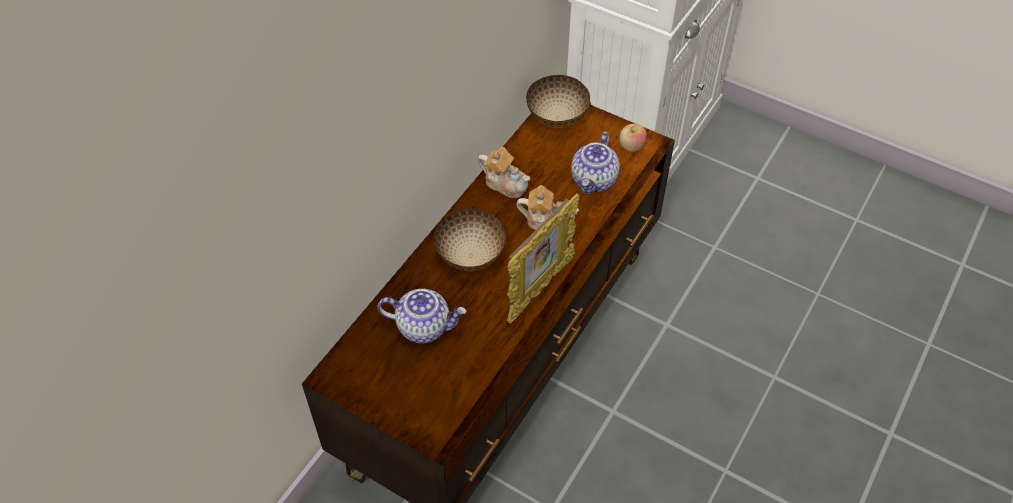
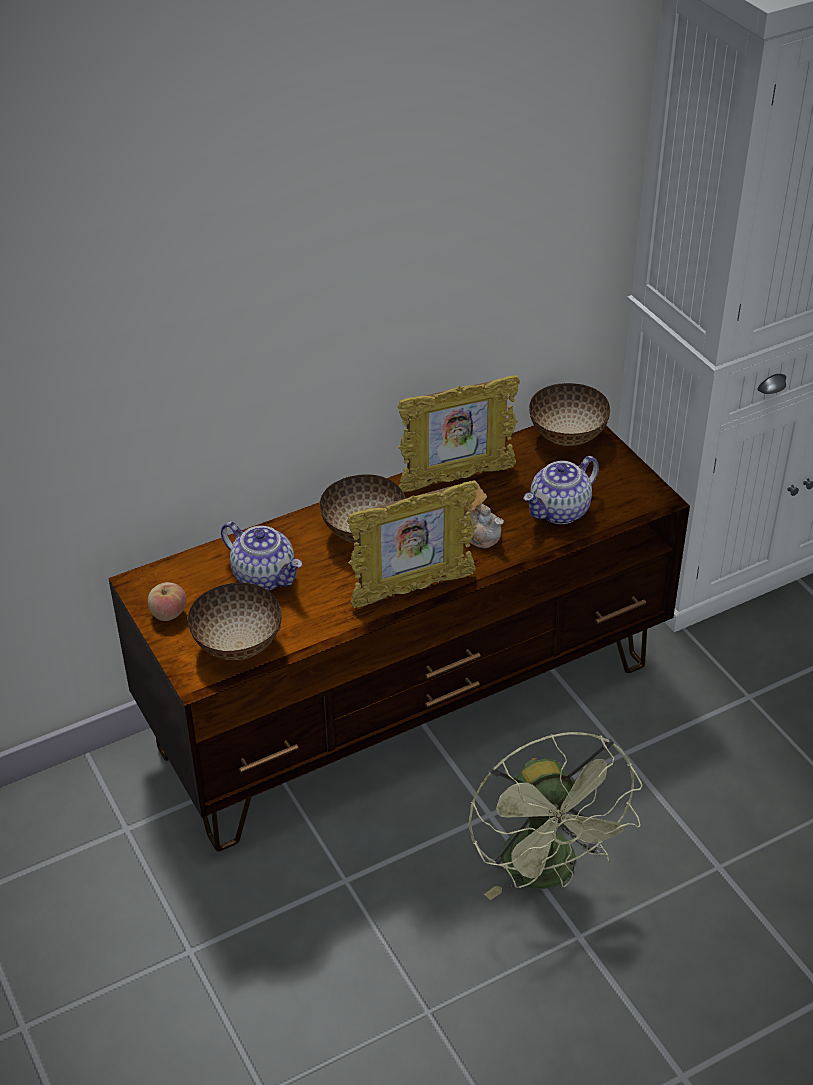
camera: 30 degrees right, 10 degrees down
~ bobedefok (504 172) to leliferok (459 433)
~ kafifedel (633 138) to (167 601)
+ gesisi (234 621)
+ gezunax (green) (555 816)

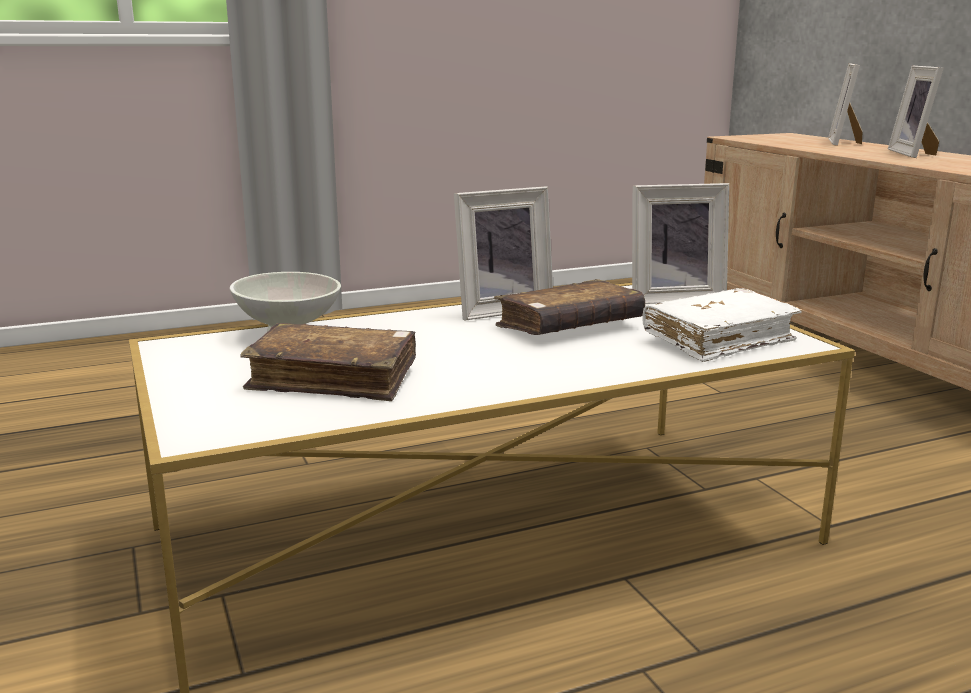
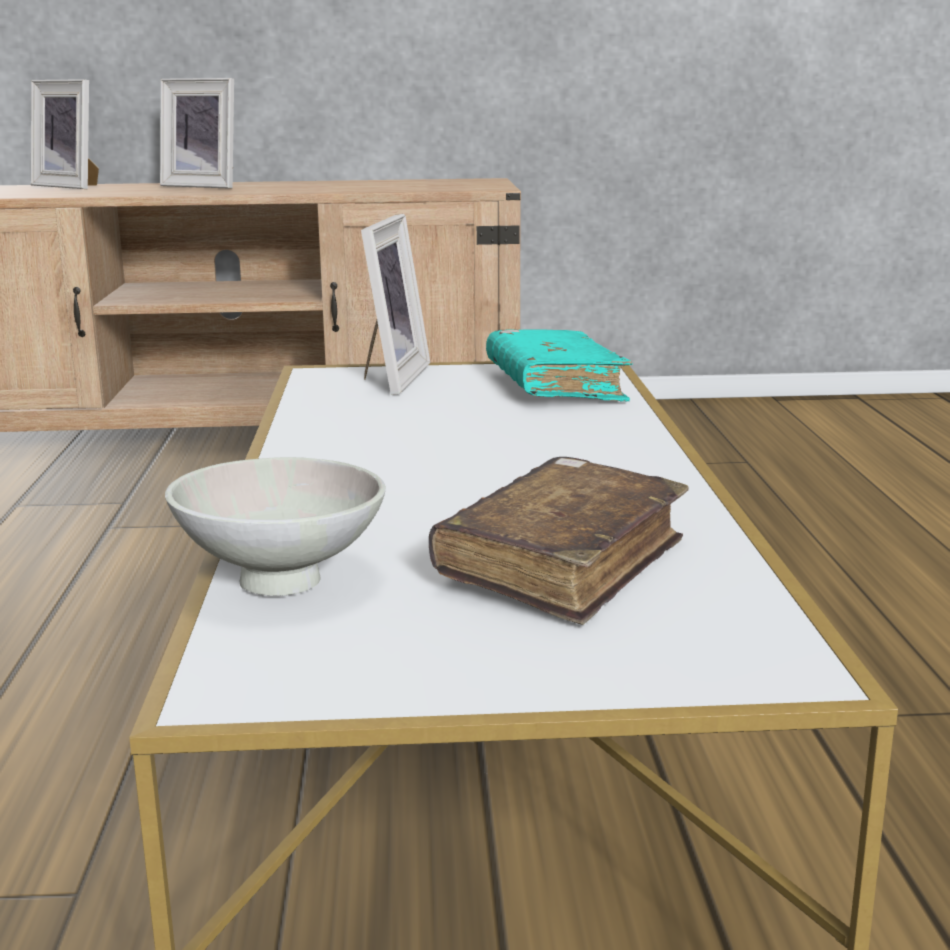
camera: 70 degrees left, 0 degrees up
- leliferok (503 253)
- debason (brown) (569 307)
~ debason (white) (722 325) to debason (turquoise) (559 365)

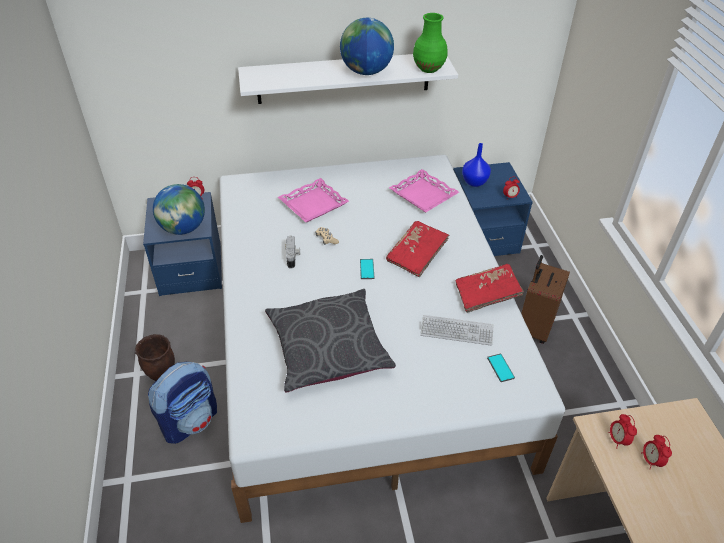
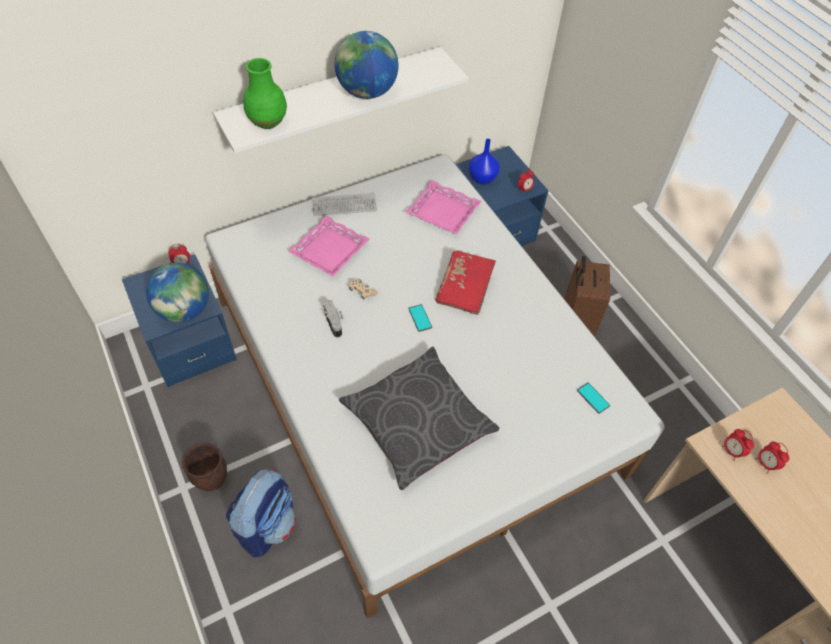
camera: 20 degrees left, 10 degrees up
~ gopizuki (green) (430 43) to (265 93)
~ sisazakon (457 330) to (344 204)
- debason (red) (490 288)

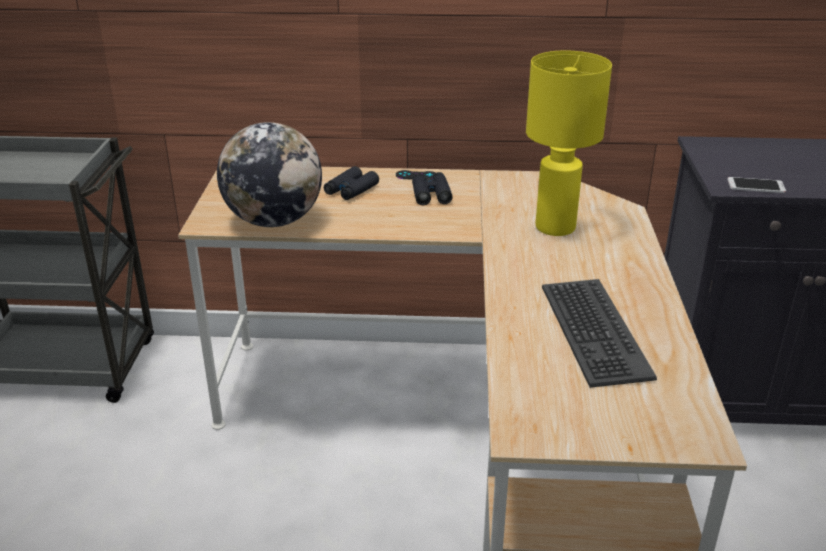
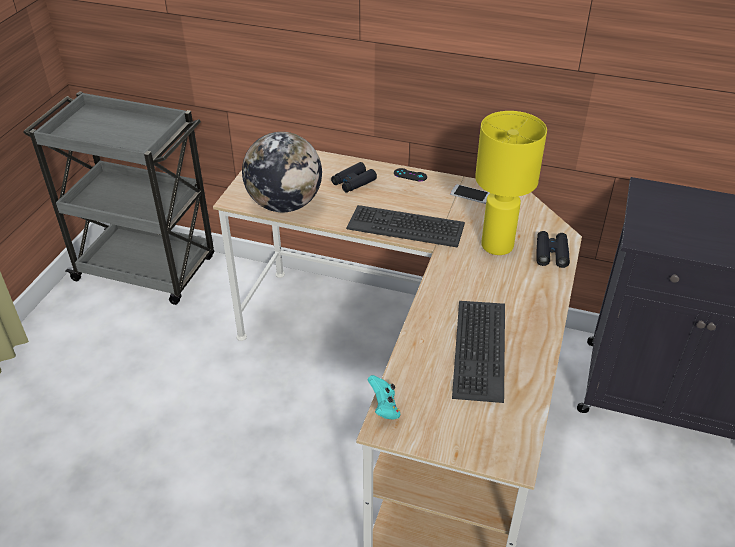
camera: 15 degrees right, 10 degrees up
~ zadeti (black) (432 188) to (553 249)
~ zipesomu (756 185) to (470 194)
+ sisazakon (405 226)
+ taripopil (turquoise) (384 397)

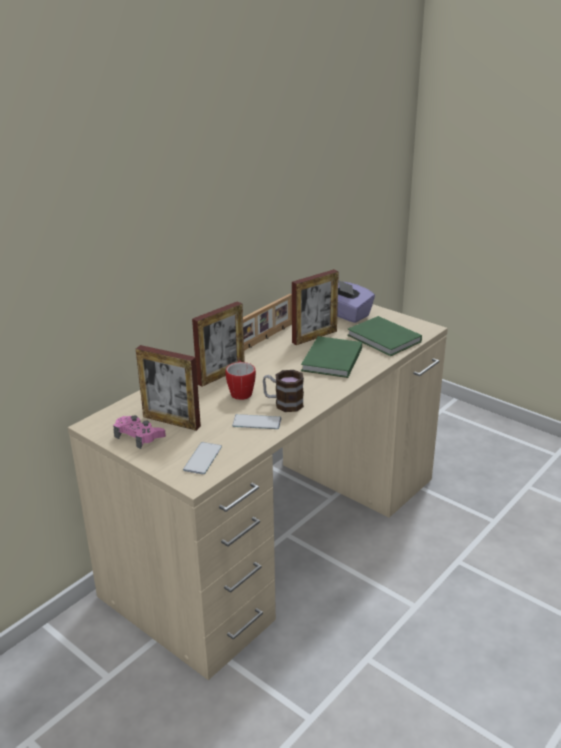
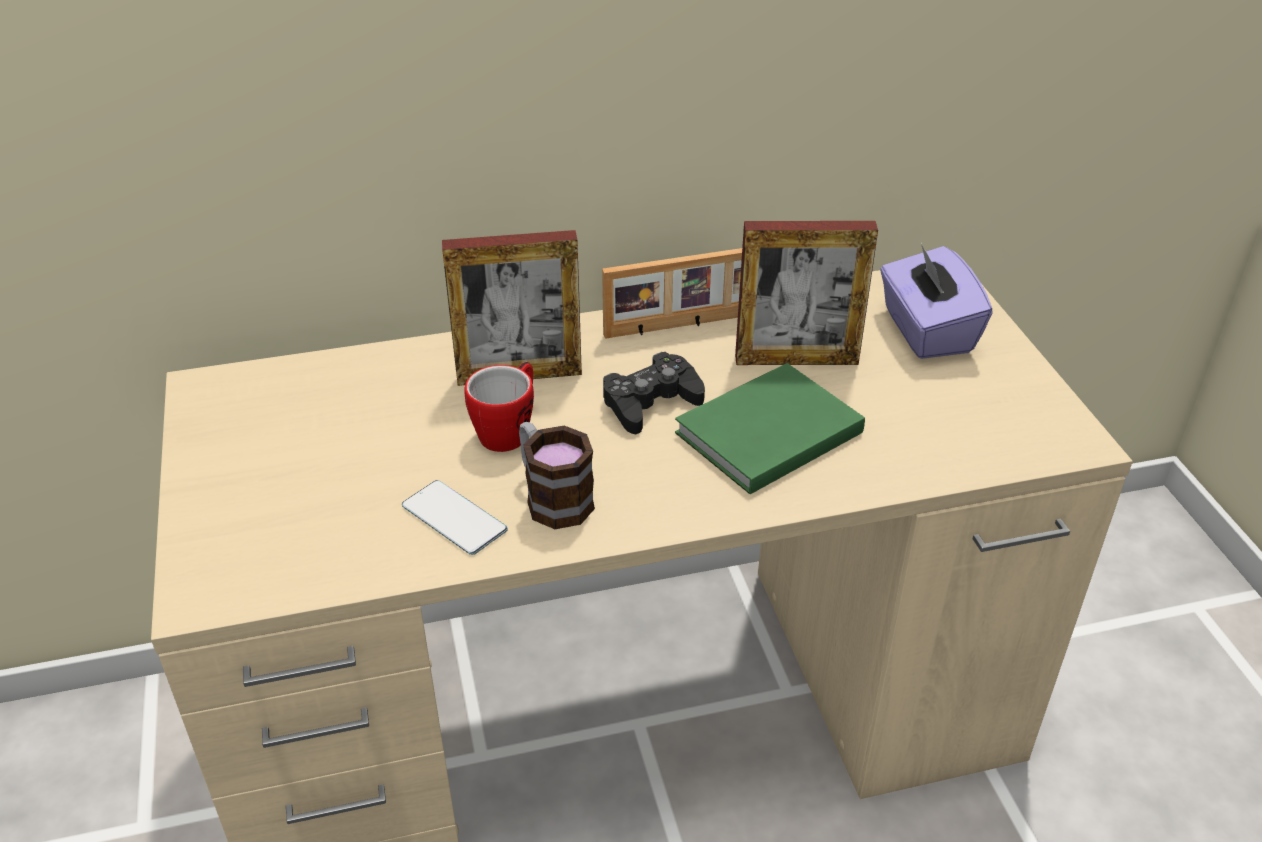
camera: 35 degrees right, 10 degrees up
- taripopil (pink) (139 432)
- leliferok (168 388)
- zipesomu (202 458)
- debason (green) (384 336)
+ taripopil (black) (654 393)

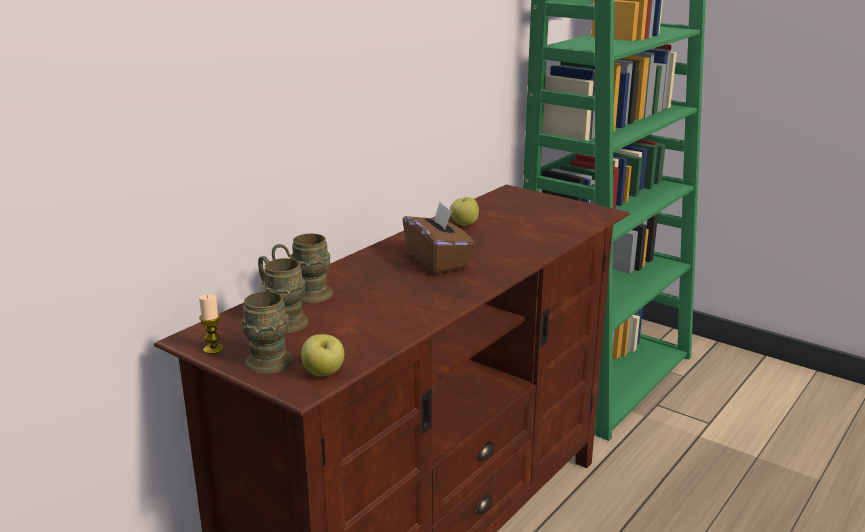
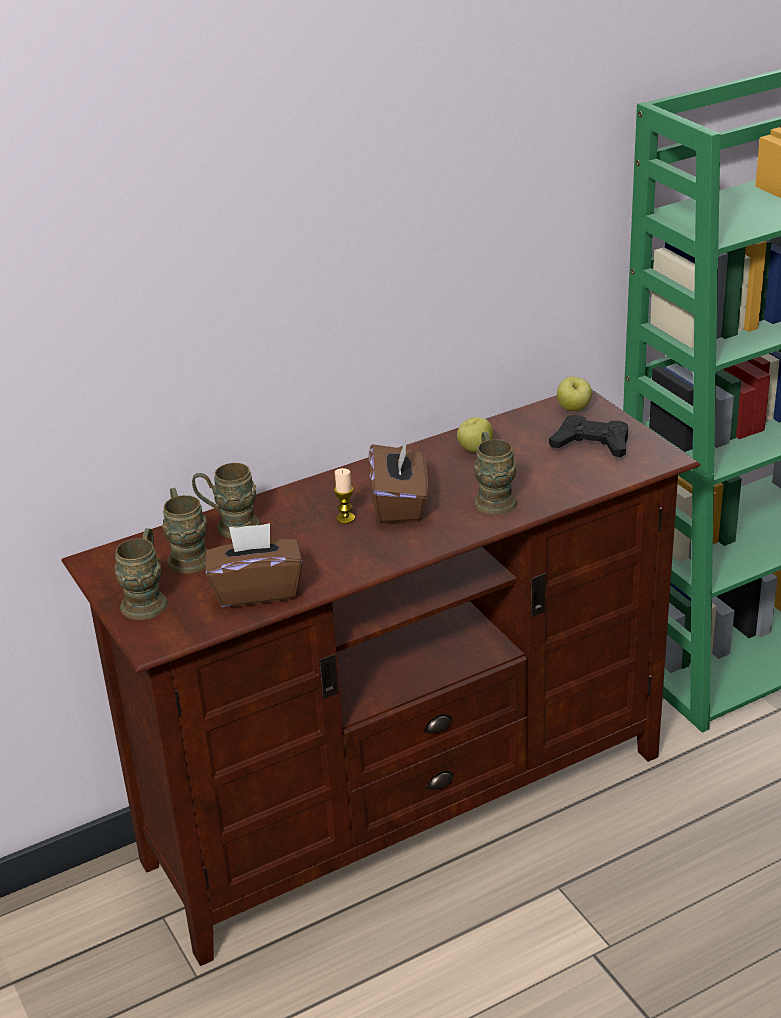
camera: 25 degrees right, 10 degrees up
~ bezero (211 324) to (344 496)
~ kafifedel (322 355) to (574 394)
+ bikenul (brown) (254 565)
+ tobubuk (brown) (495 473)
+ taripopil (black) (588 436)

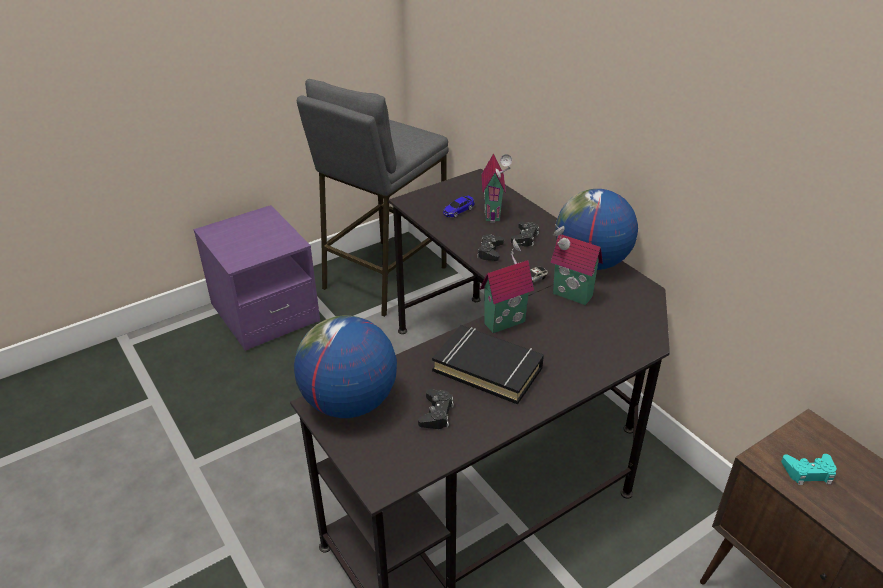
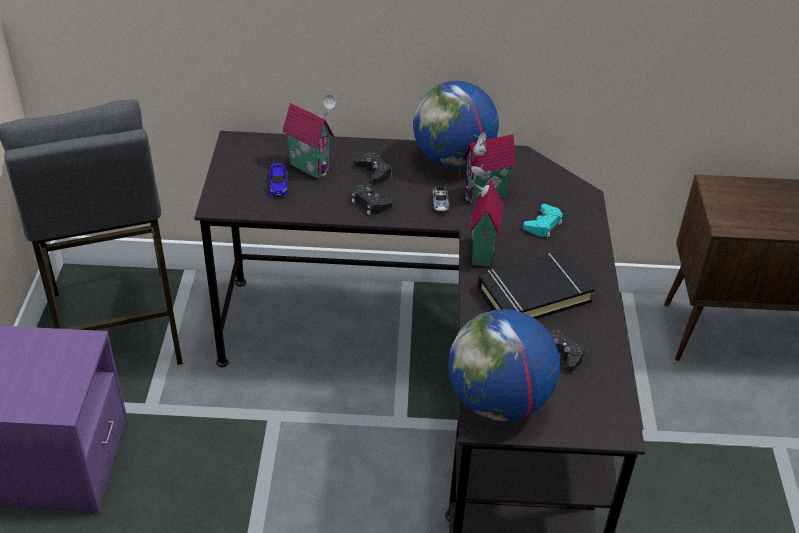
camera: 55 degrees left, 5 degrees up
~ taripopil (turquoise) (809 469) to (543 221)

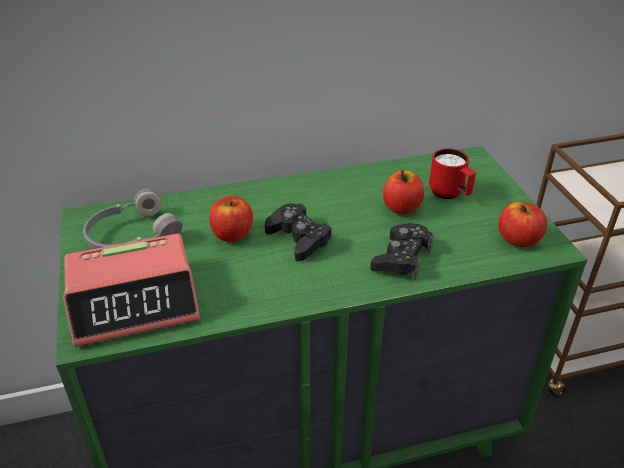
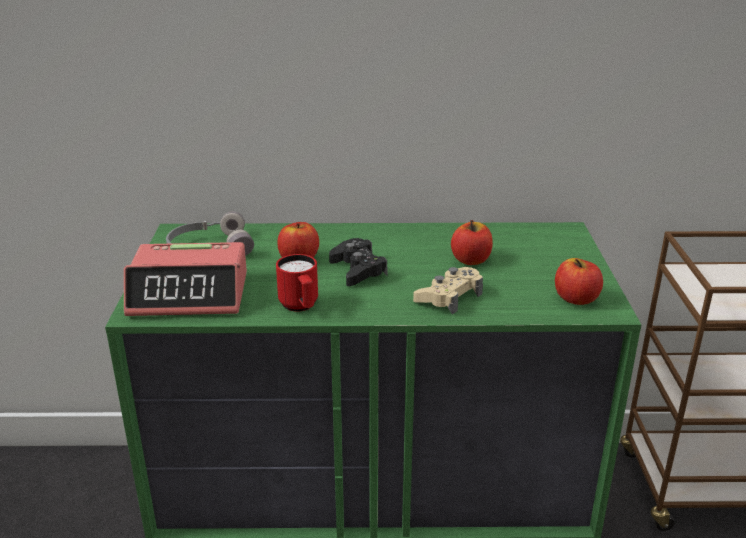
camera: 15 degrees right, 10 degrees down
~ taripopil (black) (402 251) to taripopil (beige) (448 291)
~ tobubuk (red) (452 173) to (297 283)

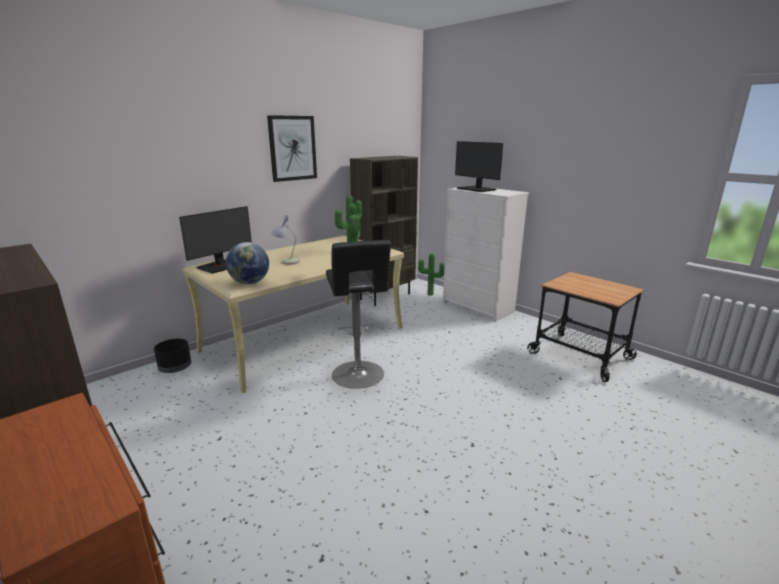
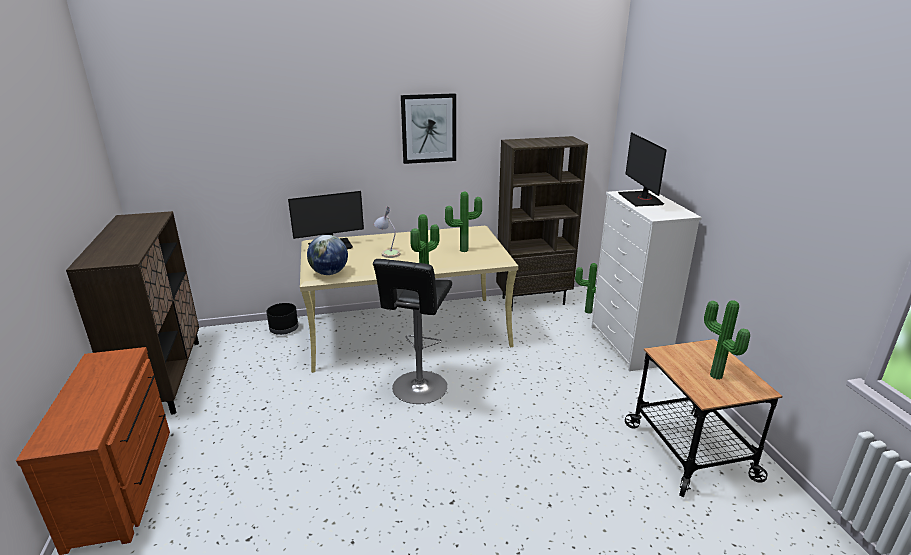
camera: 30 degrees right, 5 degrees up
+ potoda (727 339)

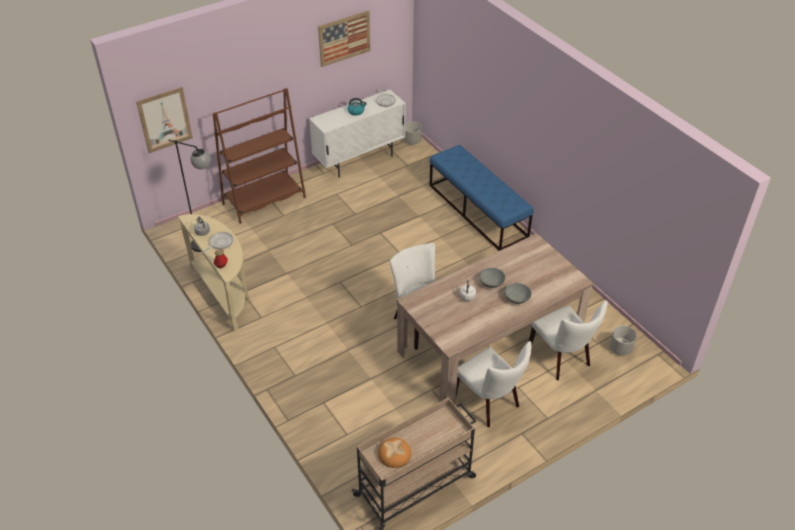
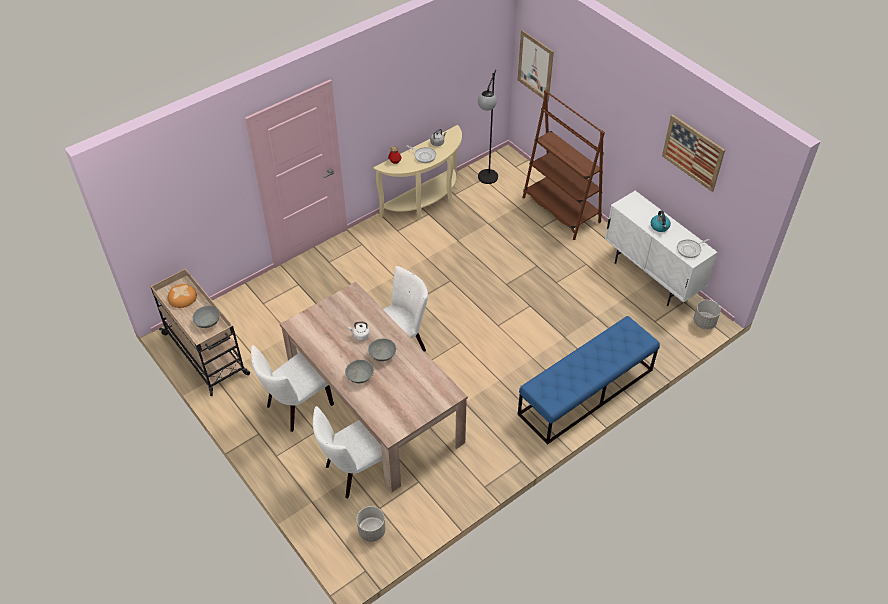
camera: 85 degrees right, 5 degrees up
+ gesisi (grey) (206 317)

